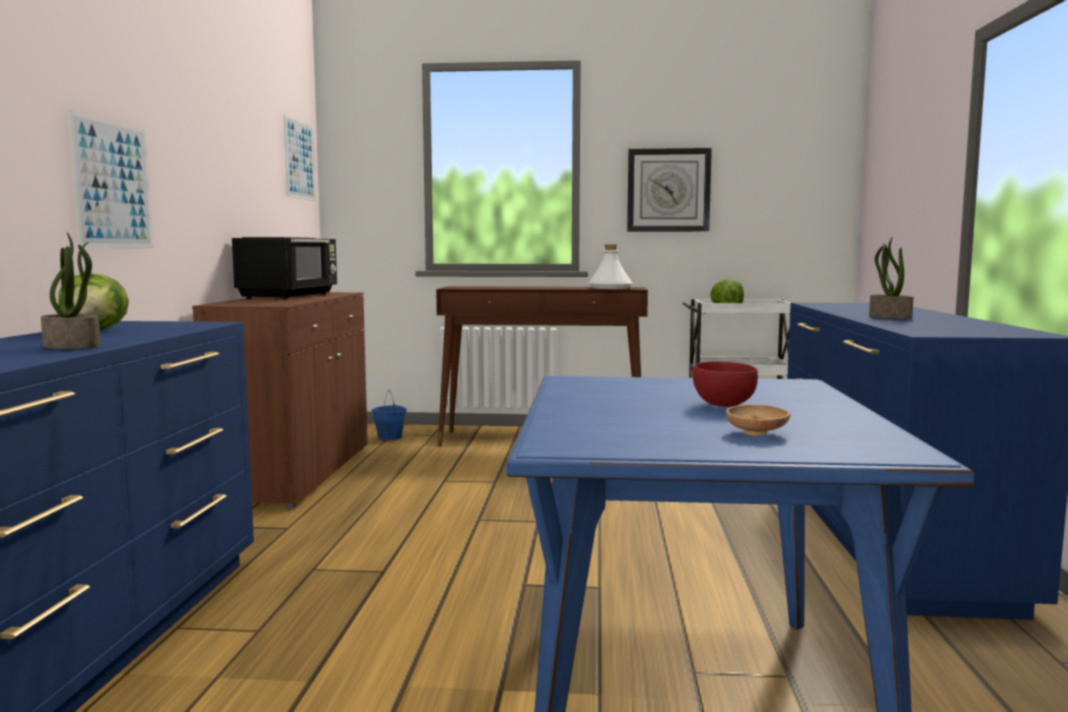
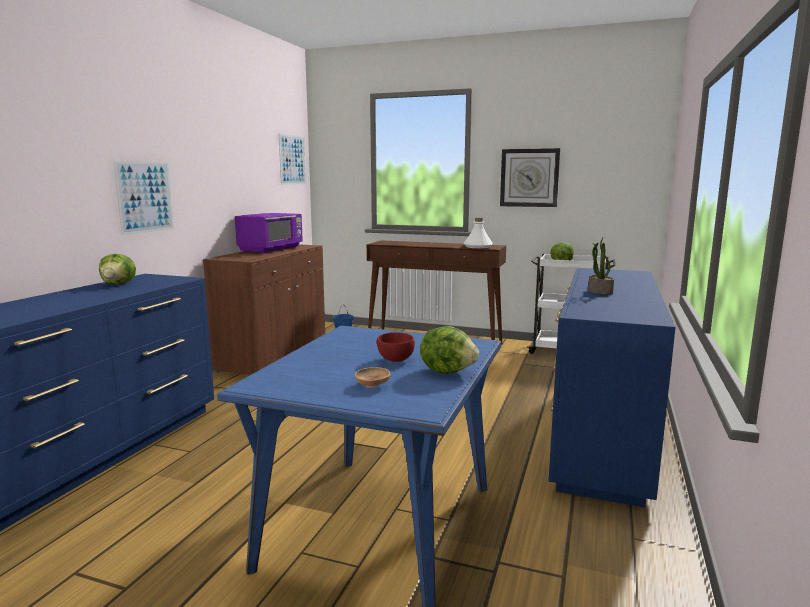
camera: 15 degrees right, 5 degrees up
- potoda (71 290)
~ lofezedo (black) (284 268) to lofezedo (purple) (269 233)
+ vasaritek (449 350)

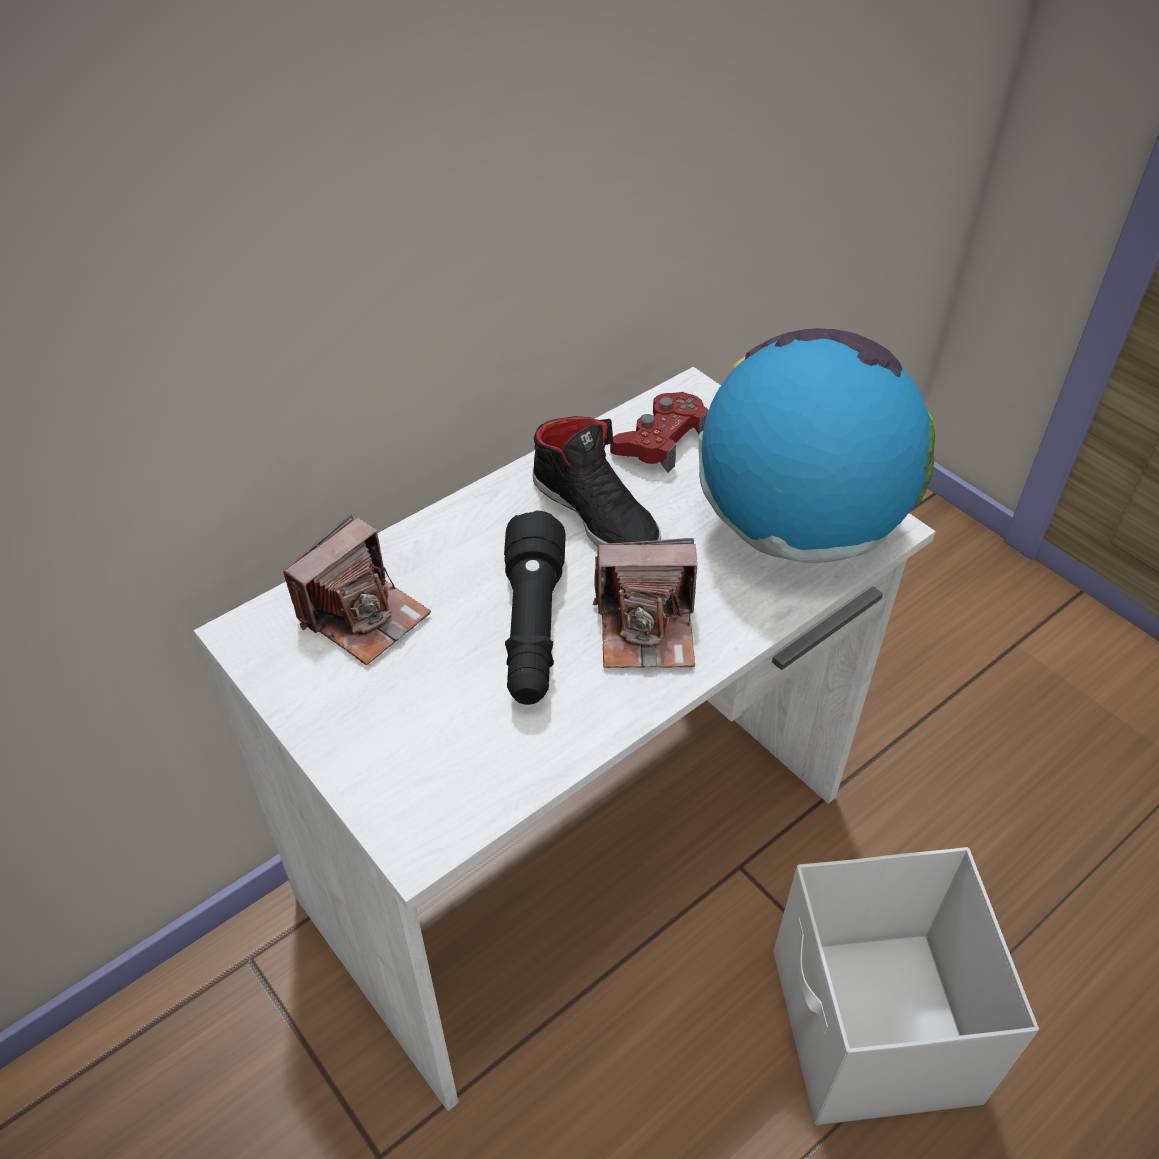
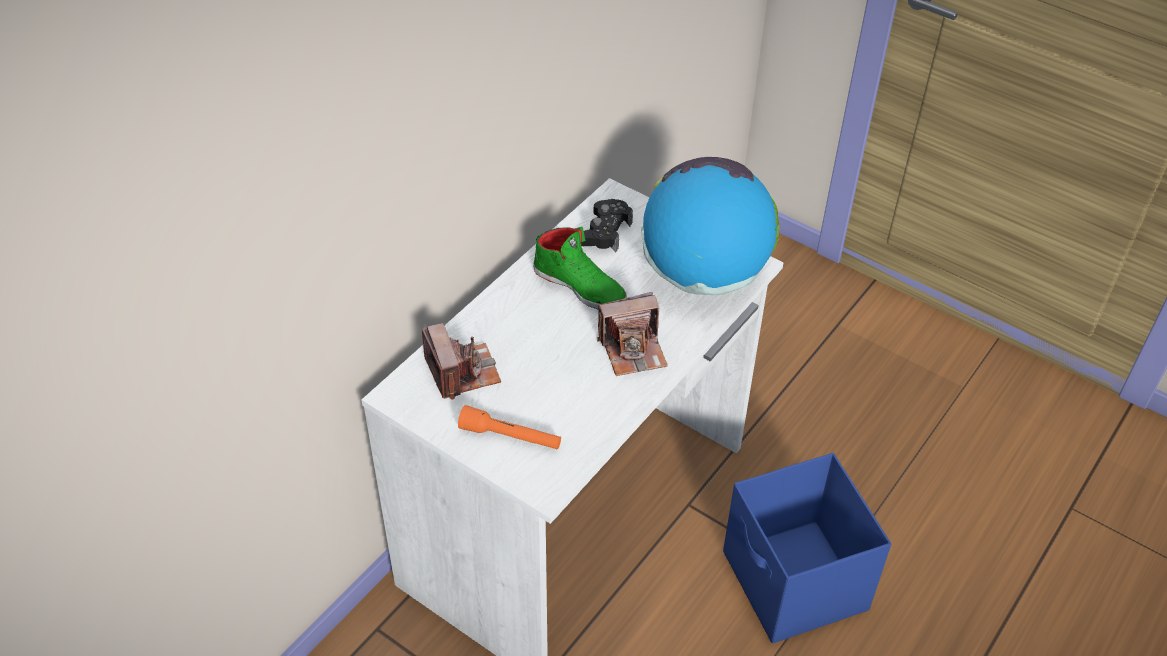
camera: 15 degrees left, 0 degrees up
~ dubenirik (357 590) = (461 361) 45 degrees counterclockwise
- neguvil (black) (535 607)
~ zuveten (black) (596 481) to zuveten (green) (580 268)
~ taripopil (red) (659 432) to taripopil (black) (607 225)
~ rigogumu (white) (906 986) to rigogumu (blue) (807 548)
+ neguvil (orange) (509 427)

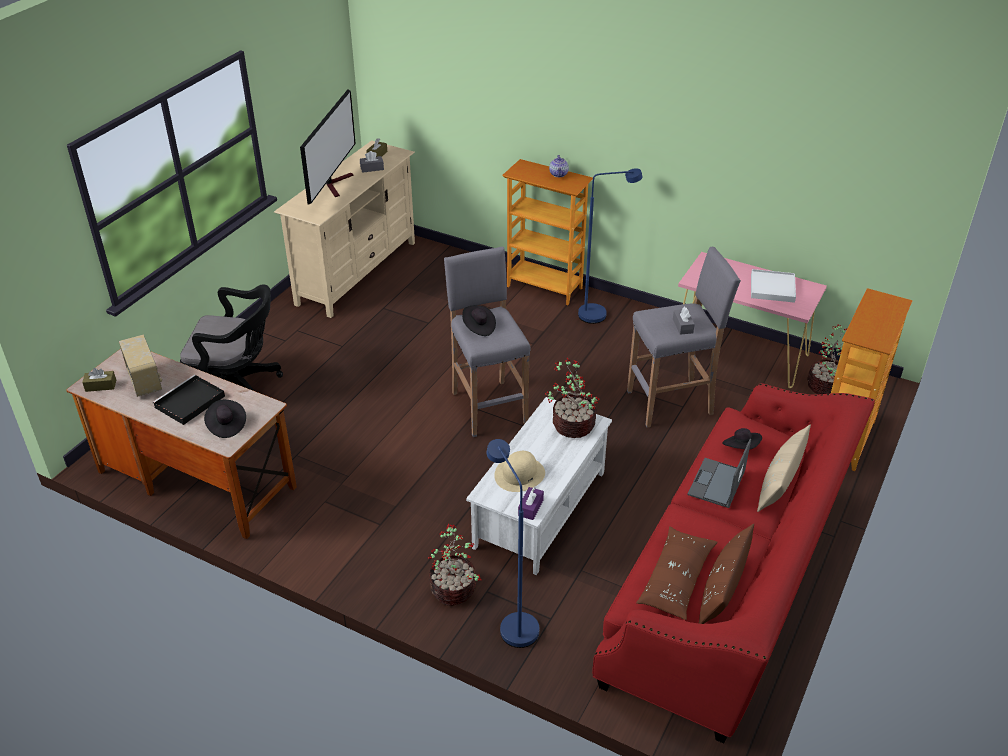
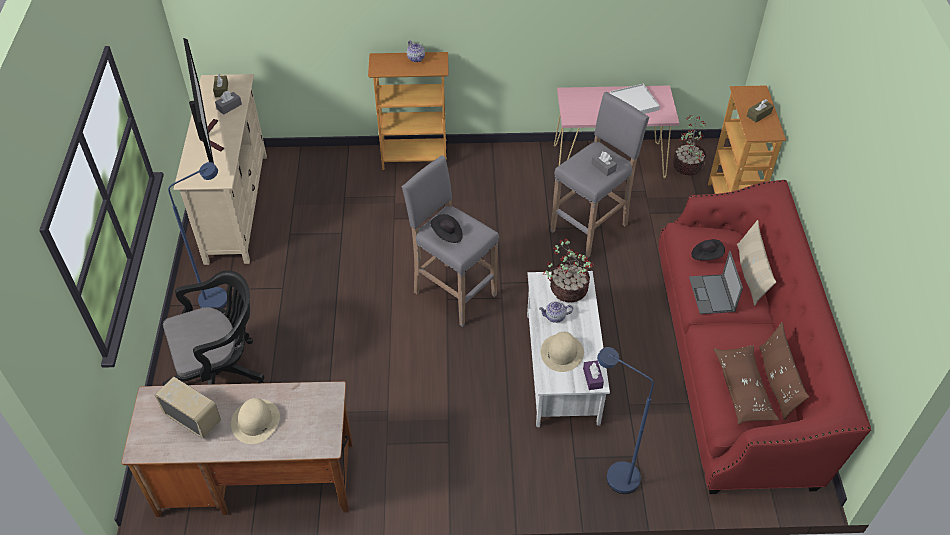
camera: 30 degrees left, 10 degrees up
~ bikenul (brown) (99 380) to (760 110)
~ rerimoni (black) (189 399) to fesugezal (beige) (255 421)
- fesugezal (black) (225 419)
- potoda (455 564)
~ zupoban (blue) (610 246) to (197 235)
+ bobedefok (556 312)

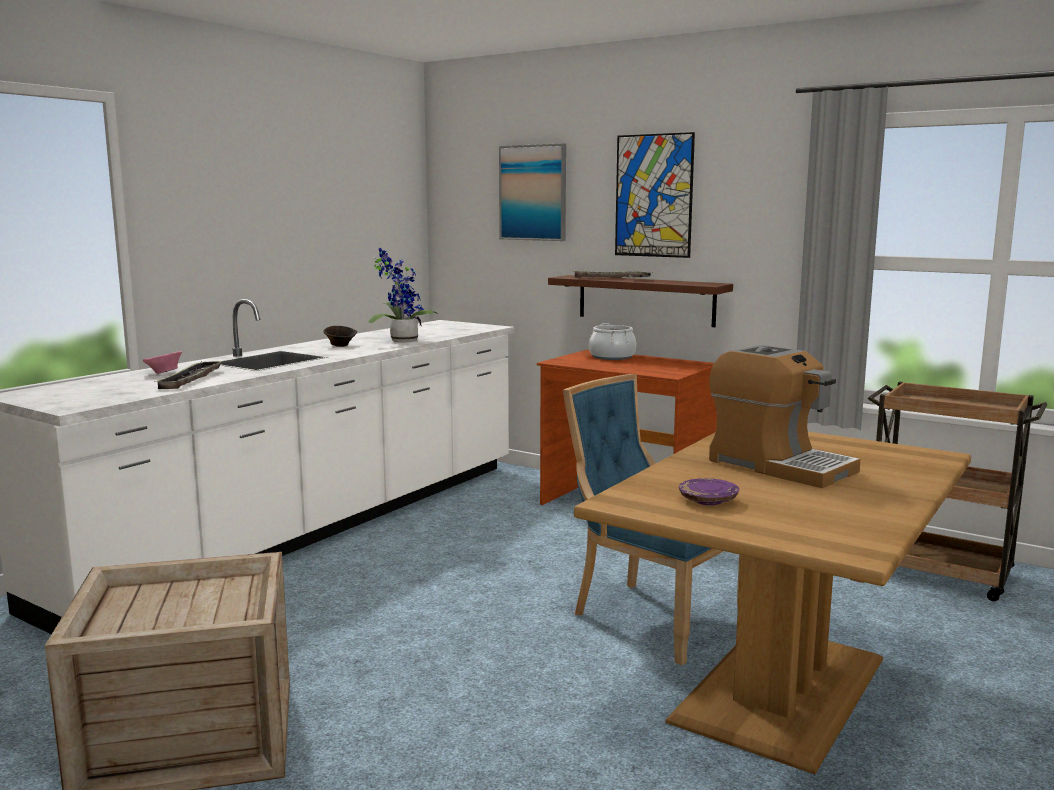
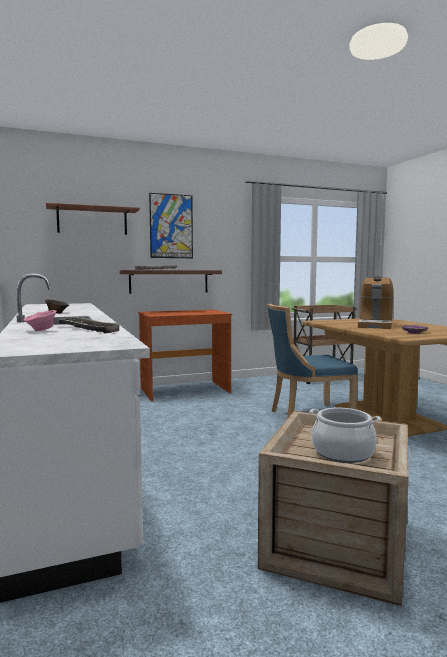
camera: 55 degrees left, 5 degrees down
- potoda (403 295)
~ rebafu (532 192) to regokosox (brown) (93 219)
~ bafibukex (612 341) to (345 435)
~ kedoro (785 416) = (376 303) 120 degrees clockwise

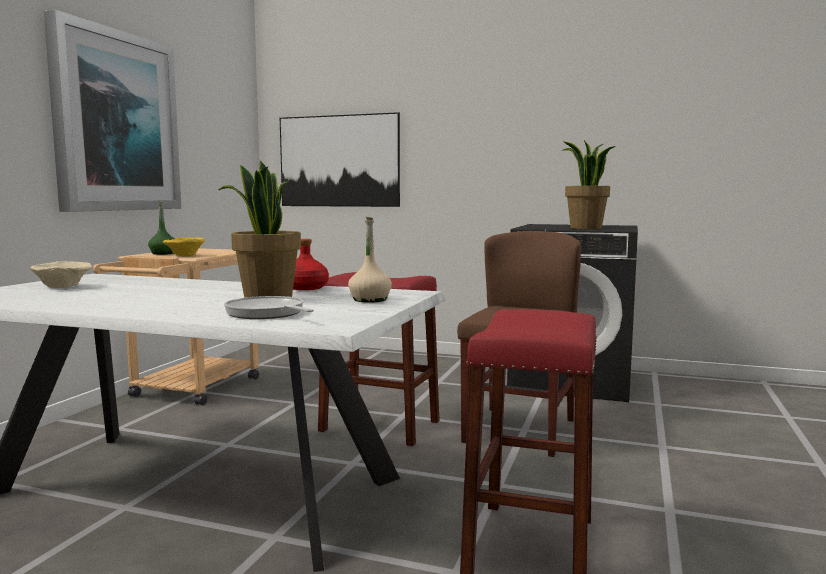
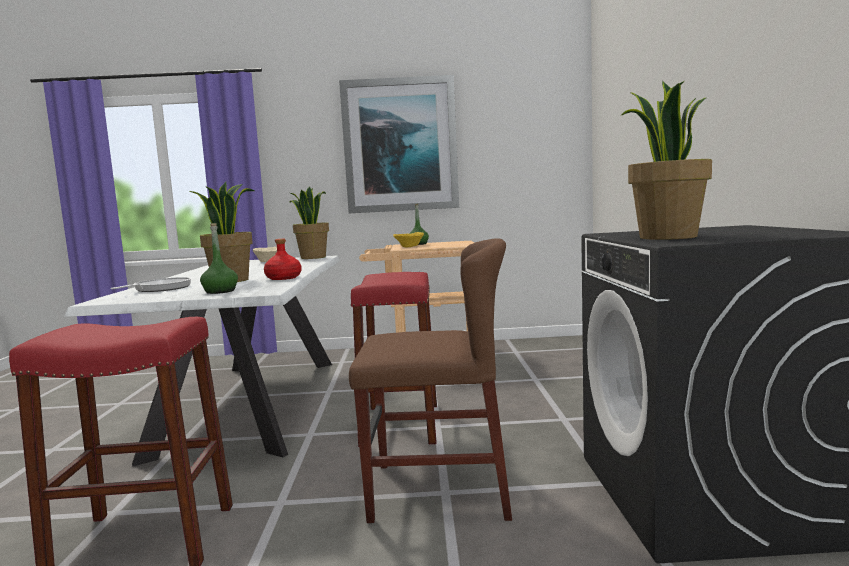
camera: 70 degrees right, 0 degrees up
- rebafu (340 159)
~ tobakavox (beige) (370 260) to tobakavox (green) (219 258)
+ potoda (309 222)

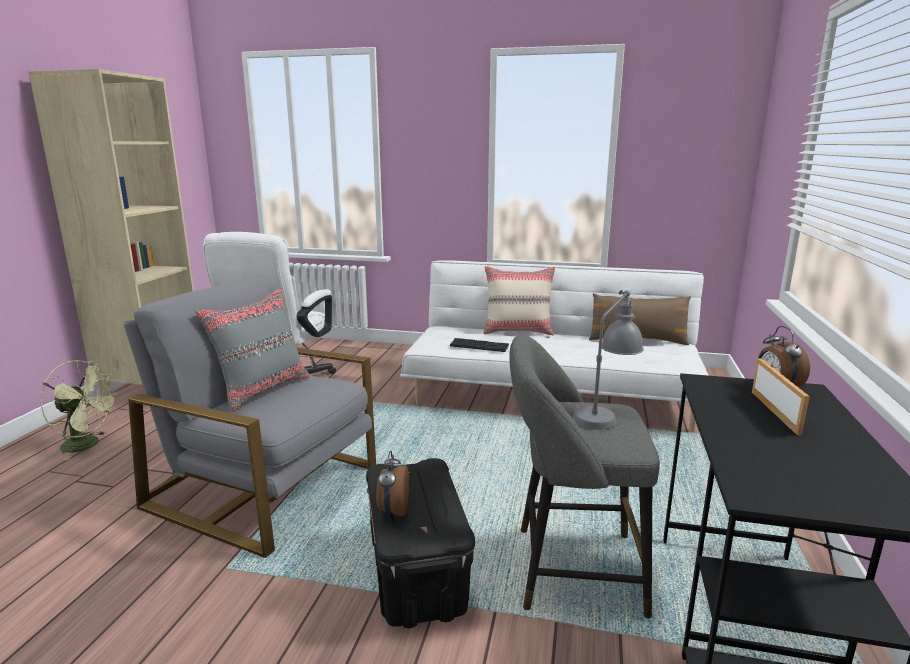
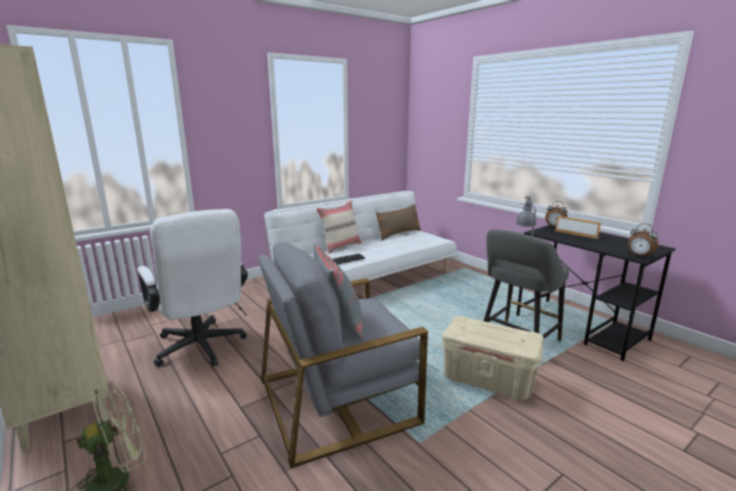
camera: 50 degrees left, 0 degrees up
~ rigogumu (black) (420 543) to rigogumu (beige) (493 358)
~ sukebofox (392 485) to (643 240)

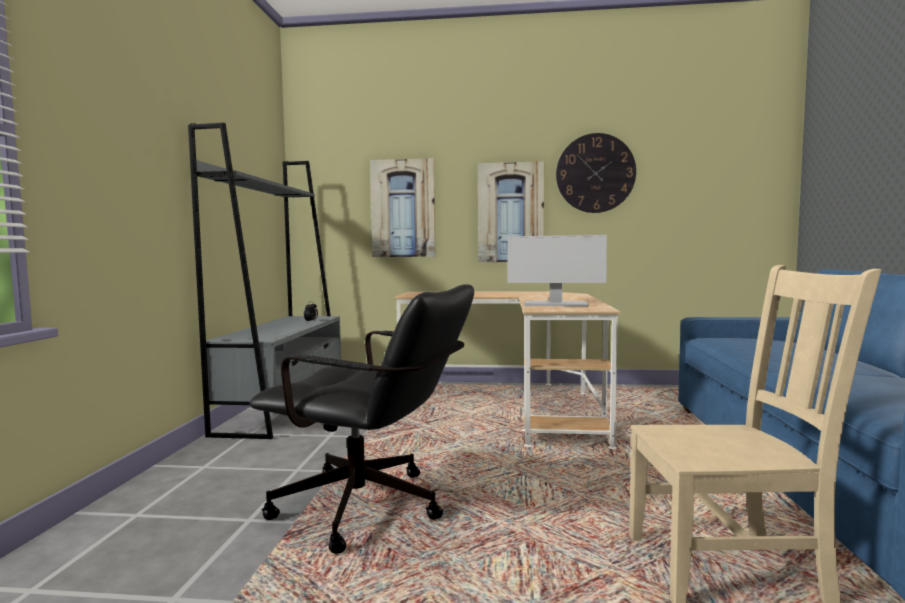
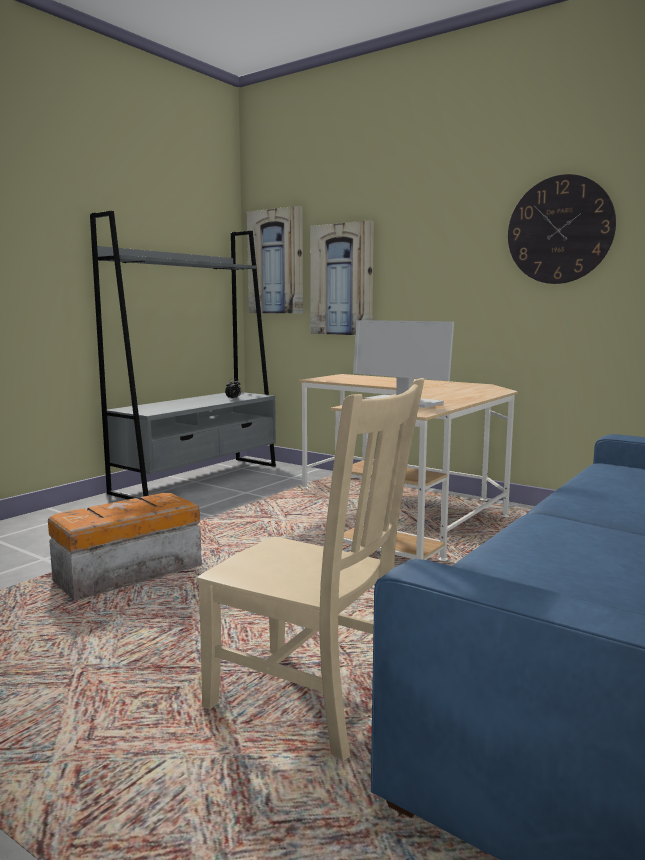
camera: 30 degrees right, 5 degrees up
~ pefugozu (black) (362 419) to rigogumu (125 547)
~ rebafu (511 211) to (275 260)

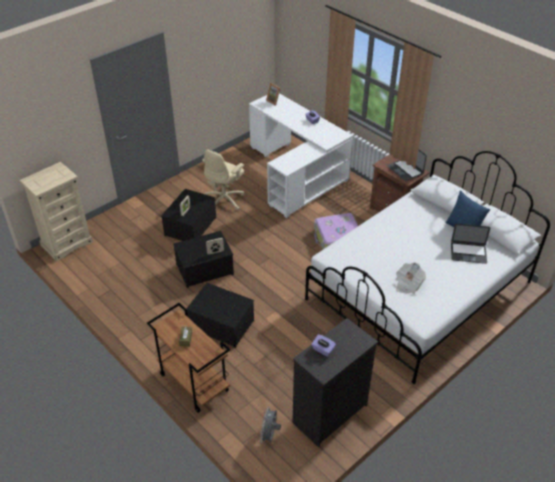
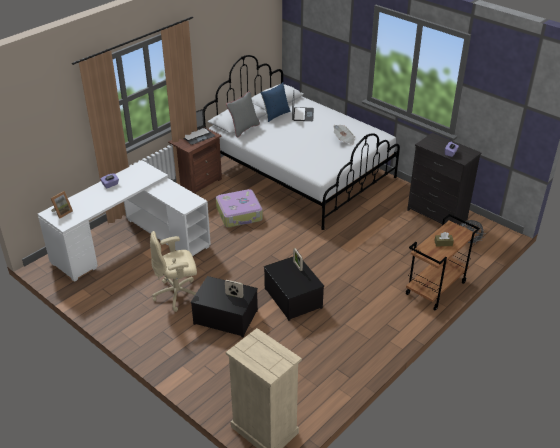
camera: 95 degrees left, 5 degrees down
- rigogumu (220 315)
~ pefugozu (beige) (223 180) = (173 271) 135 degrees clockwise
+ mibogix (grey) (243 114)

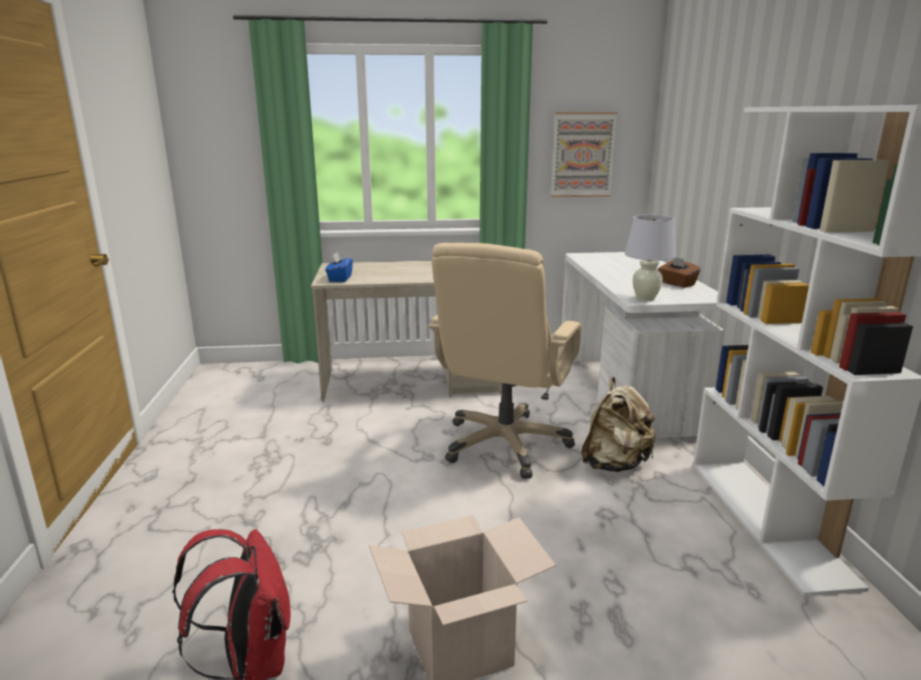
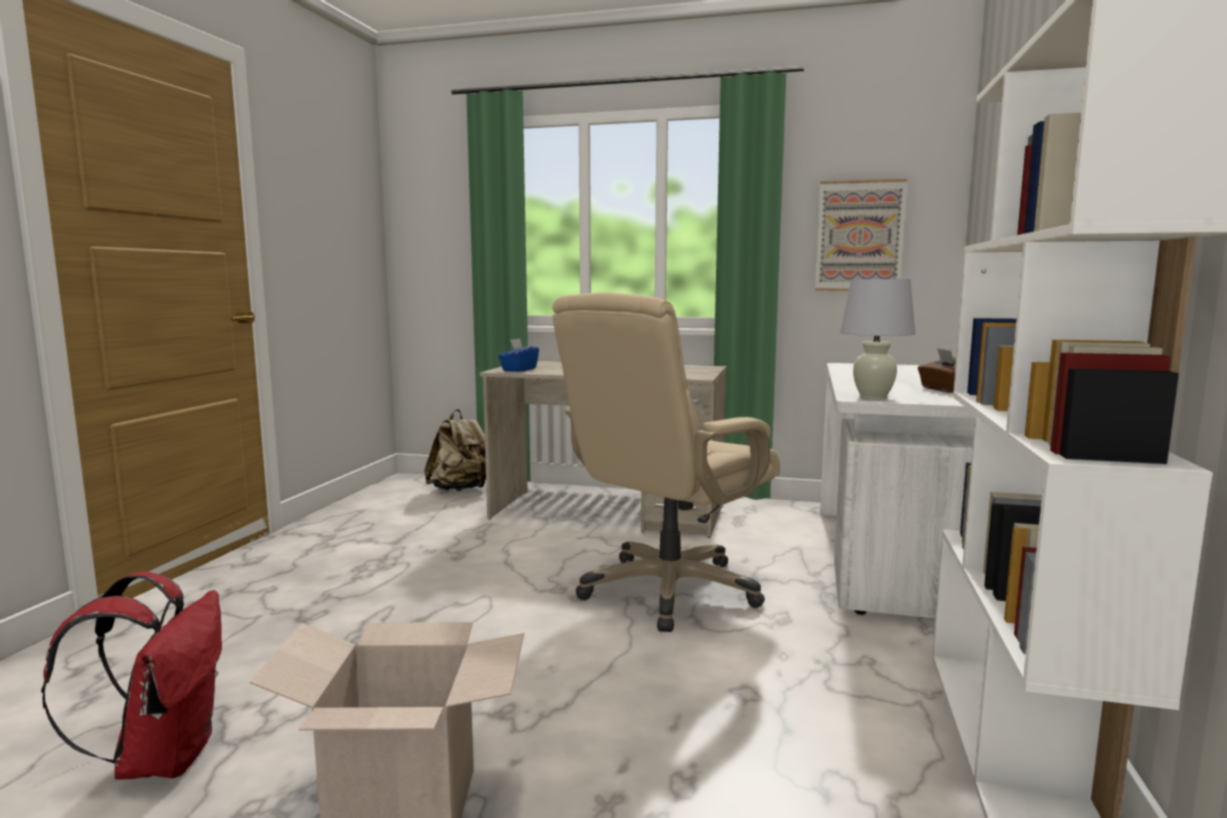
camera: 20 degrees right, 10 degrees down
~ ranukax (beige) (619 424) to (455 450)

